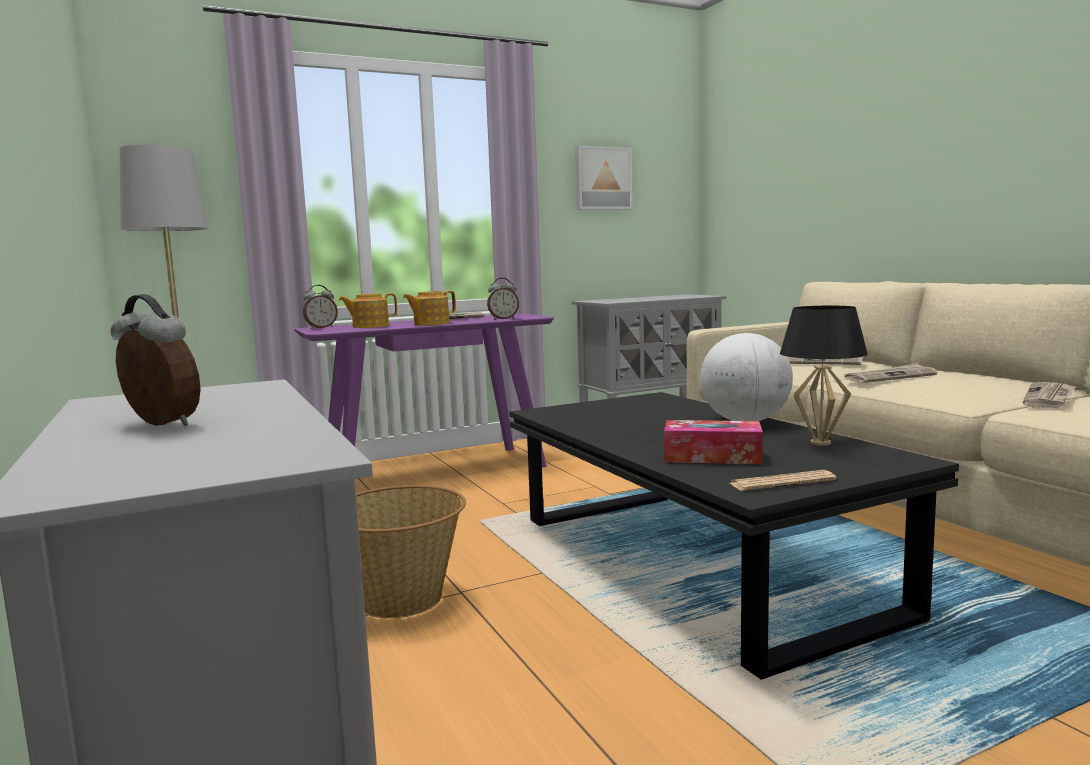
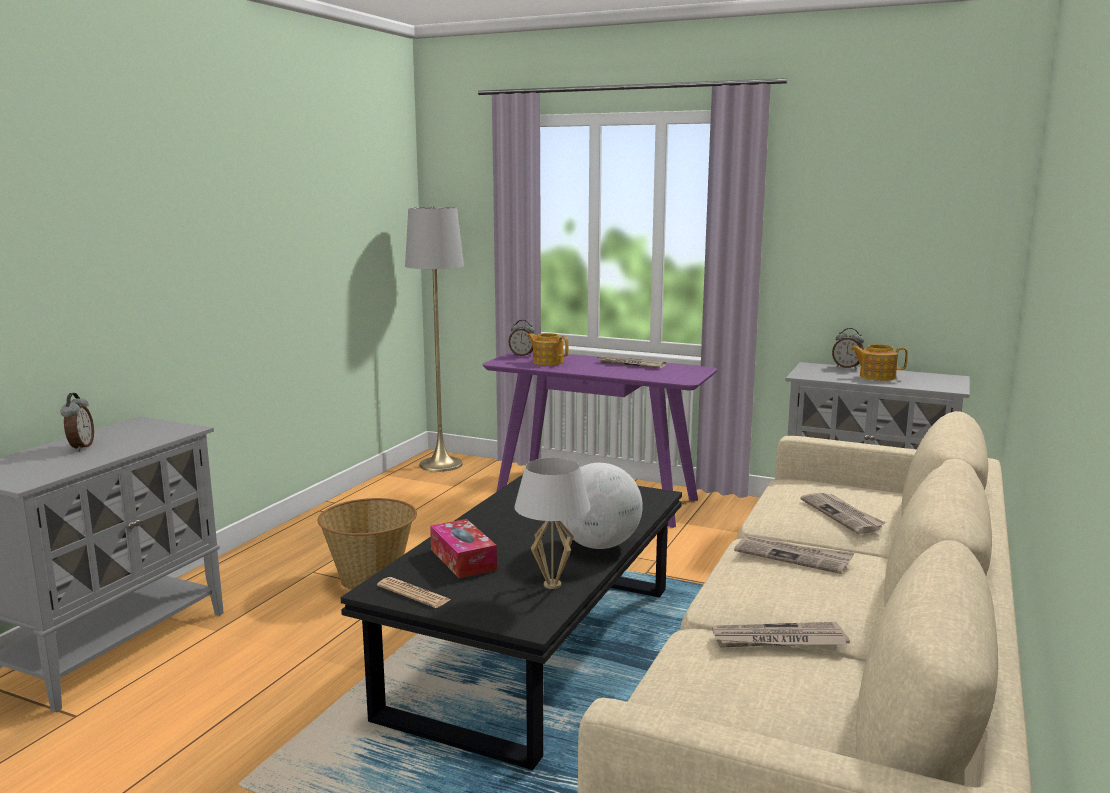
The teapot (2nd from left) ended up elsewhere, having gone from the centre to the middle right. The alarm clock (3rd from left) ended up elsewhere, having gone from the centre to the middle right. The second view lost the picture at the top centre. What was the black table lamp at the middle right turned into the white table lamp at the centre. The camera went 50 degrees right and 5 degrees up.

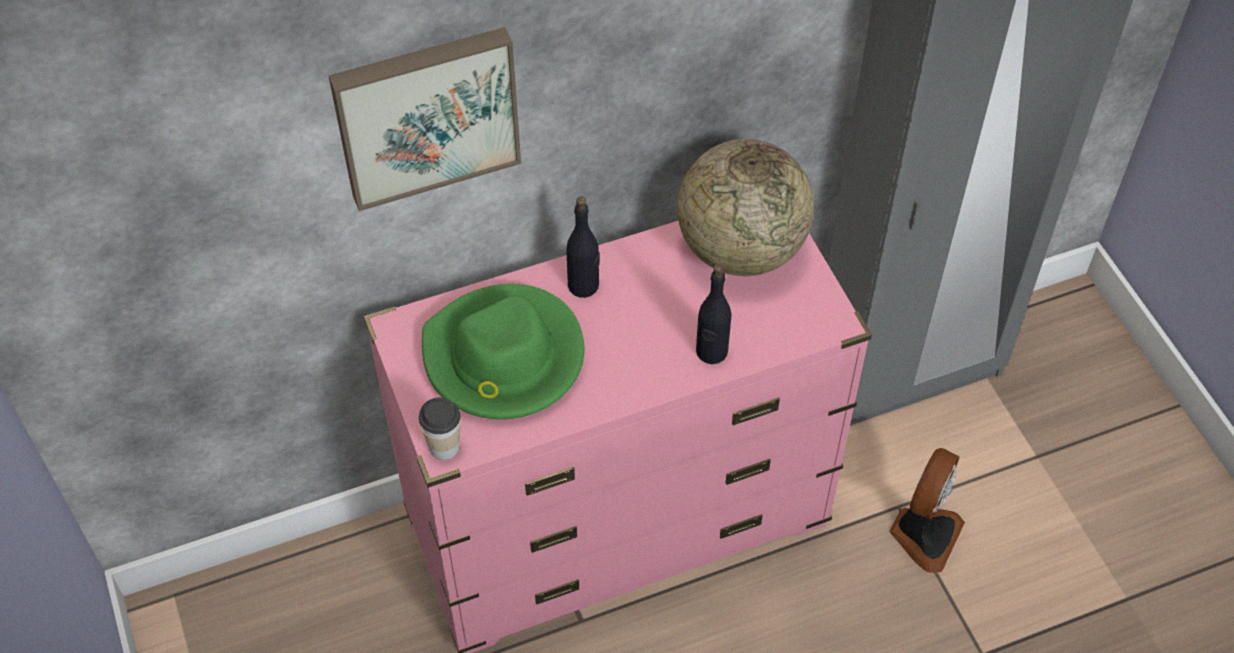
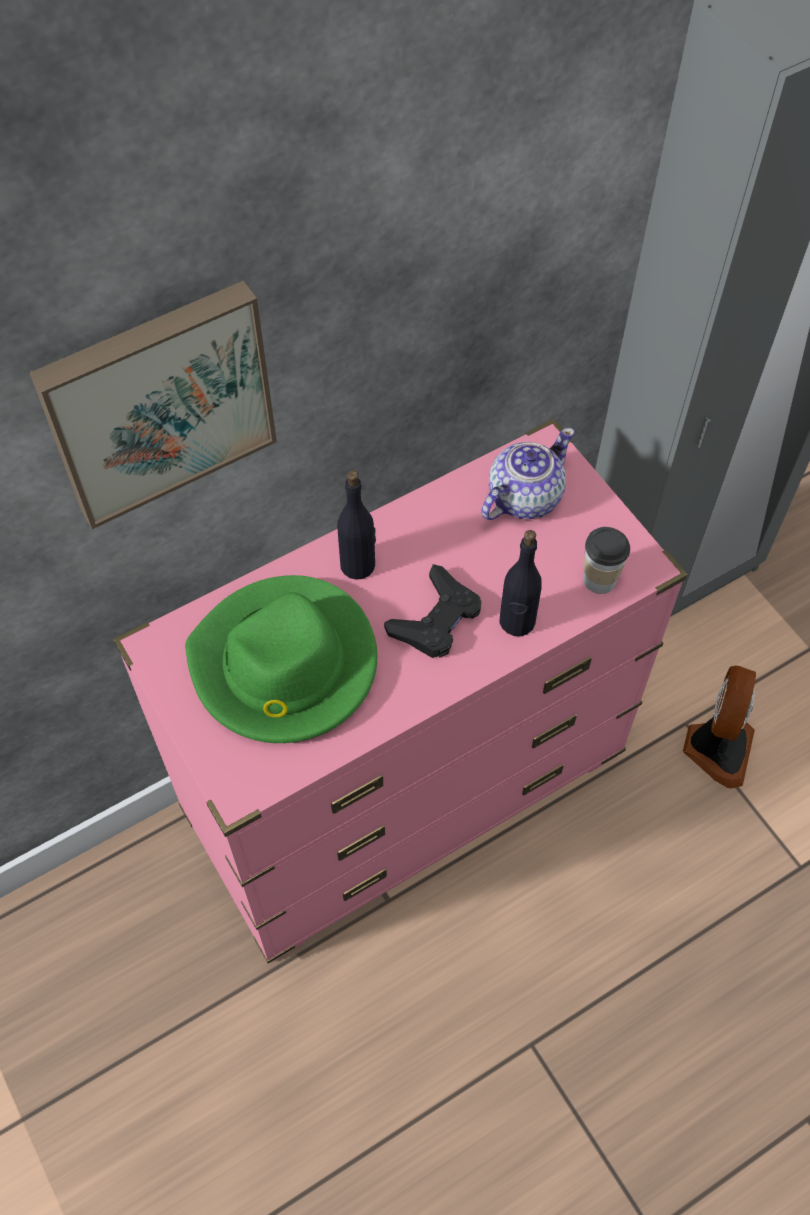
The cup ended up elsewhere, having gone from the centre to the middle right. Where the globe stood at the top centre, the teapot came to stand at the centre. The second view gained the black game controller at the centre. The camera went 10 degrees left and 5 degrees up.

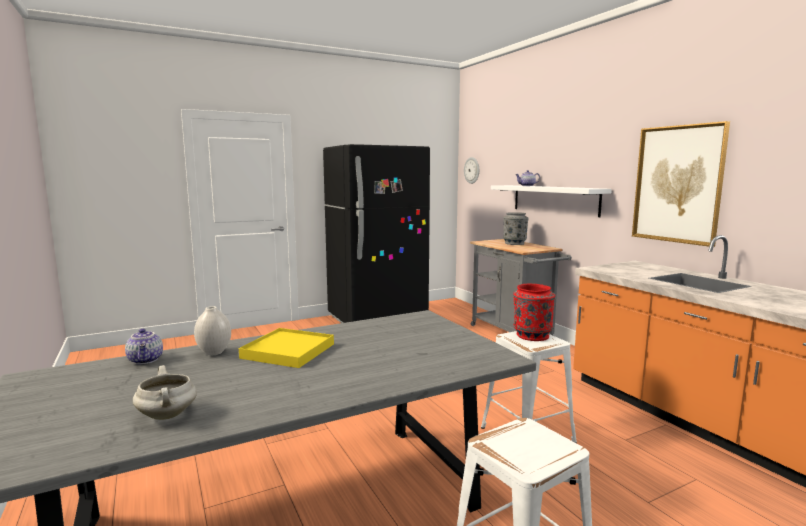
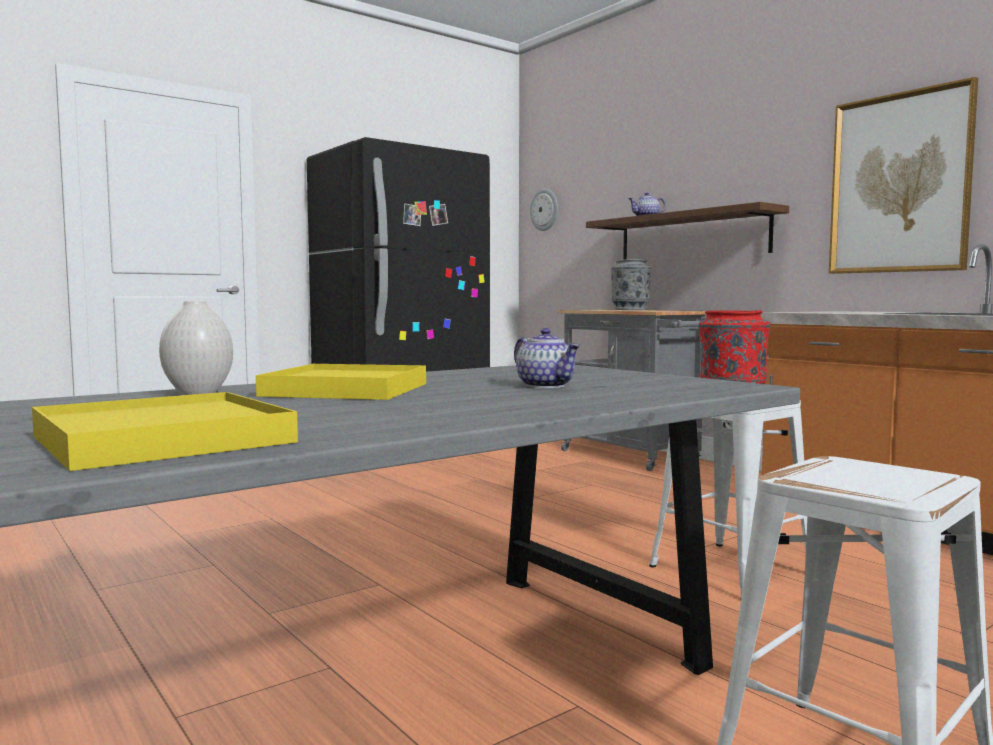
The teapot (1st from left) ended up elsewhere, having gone from the middle left to the centre. Where the white cooking pot stood at the bottom left, the yellow tray (1st from left) came to stand at the middle left. What was the white shelf at the middle right turned into the brown shelf at the top right. The camera went 10 degrees left and 5 degrees down.

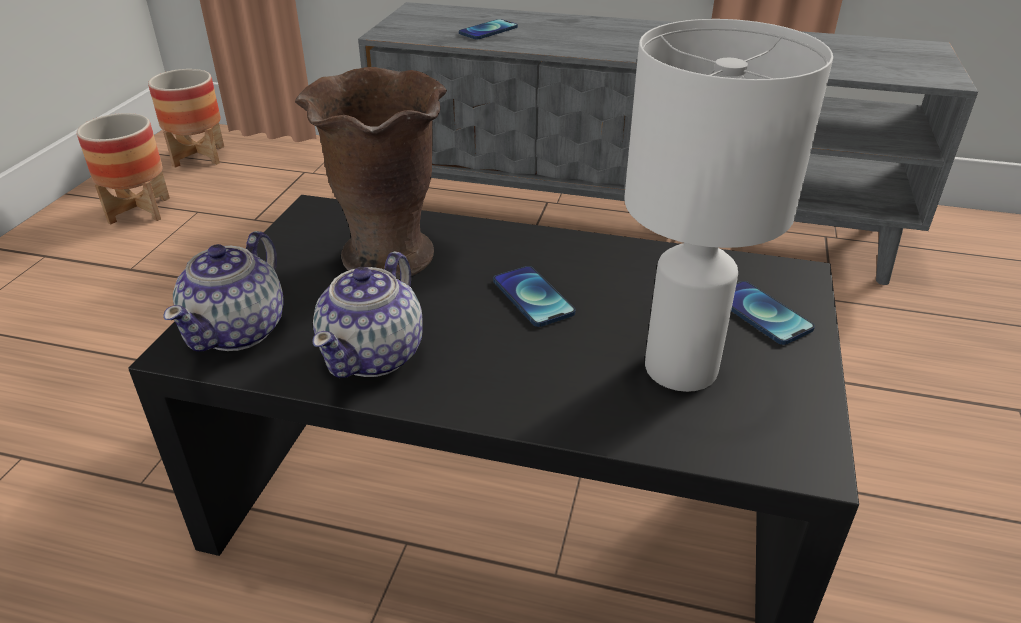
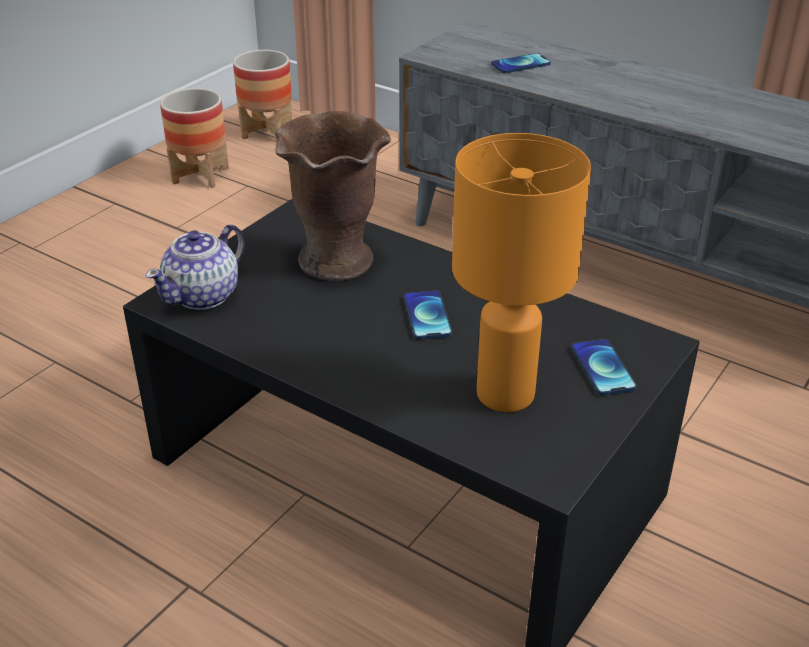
The second view lost the teapot (2nd from left) at the centre. What was the white table lamp at the top right turned into the orange table lamp at the centre. The camera went 20 degrees right and 0 degrees up.

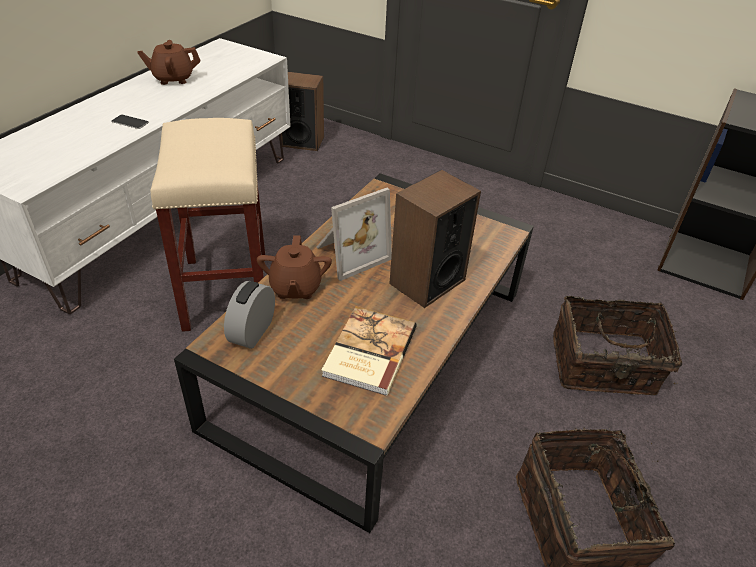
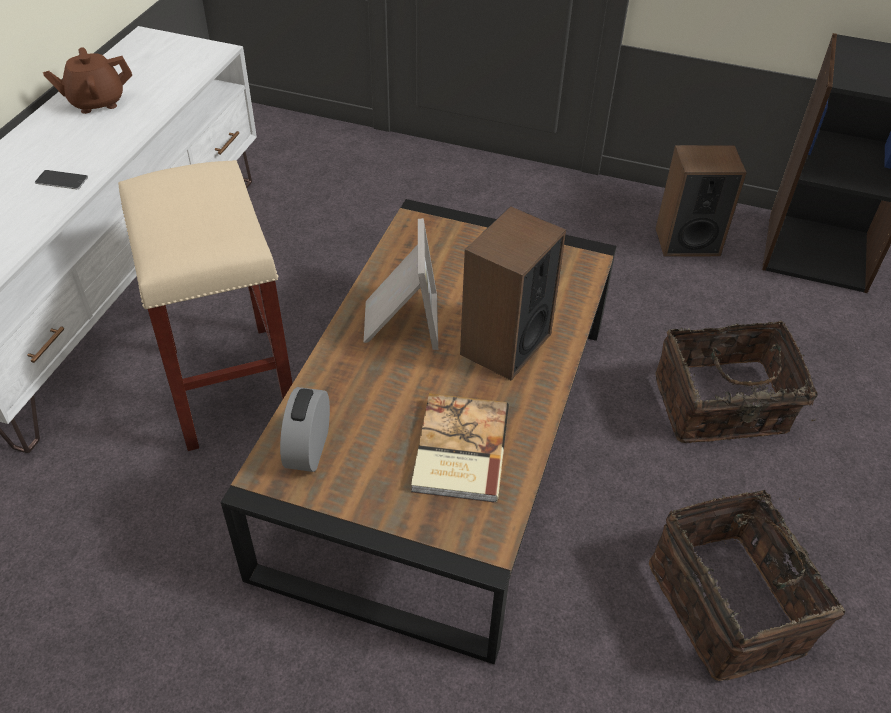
The second view lost the brown teapot (2nd from left) at the centre. The speaker (1st from left in the first image) ended up elsewhere, having gone from the top centre to the top right. The picture frame at the centre ended up facing another way, 45 degrees counterclockwise from before. The camera went 10 degrees left and 5 degrees up.

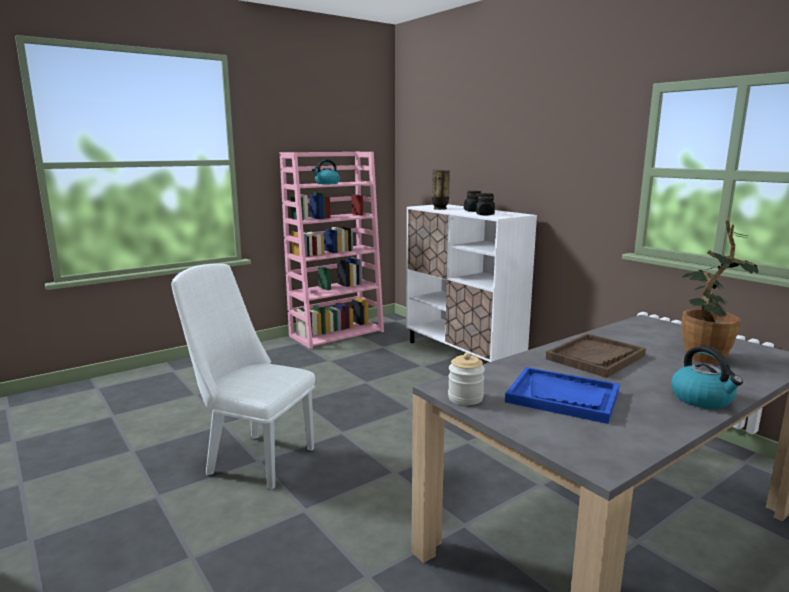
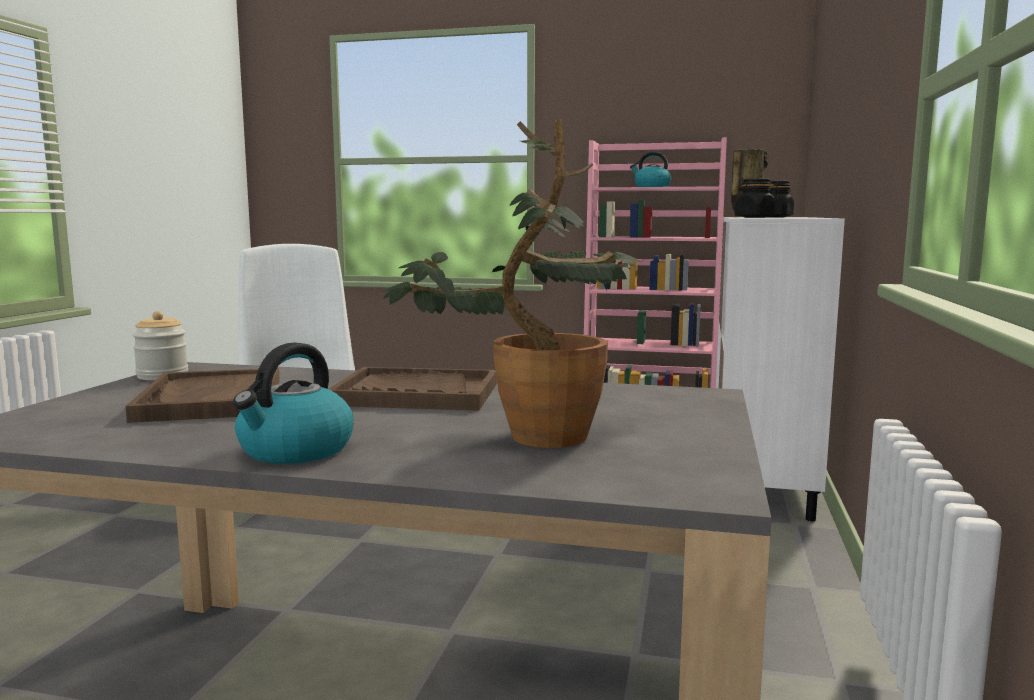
What was the blue tray at the bottom right turned into the brown tray (1st from left) at the middle left. The camera went 50 degrees right and 5 degrees down.

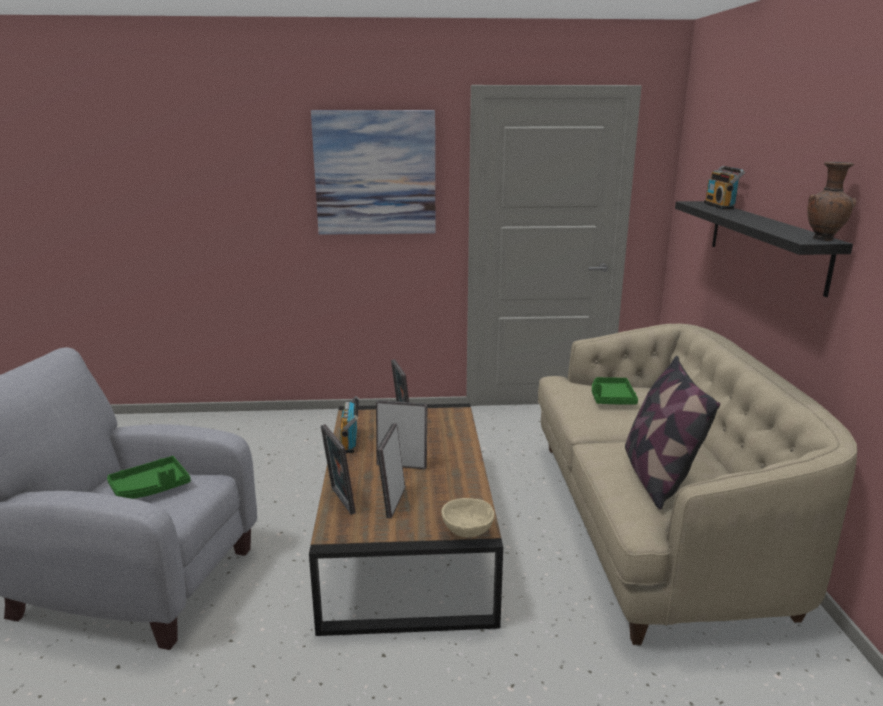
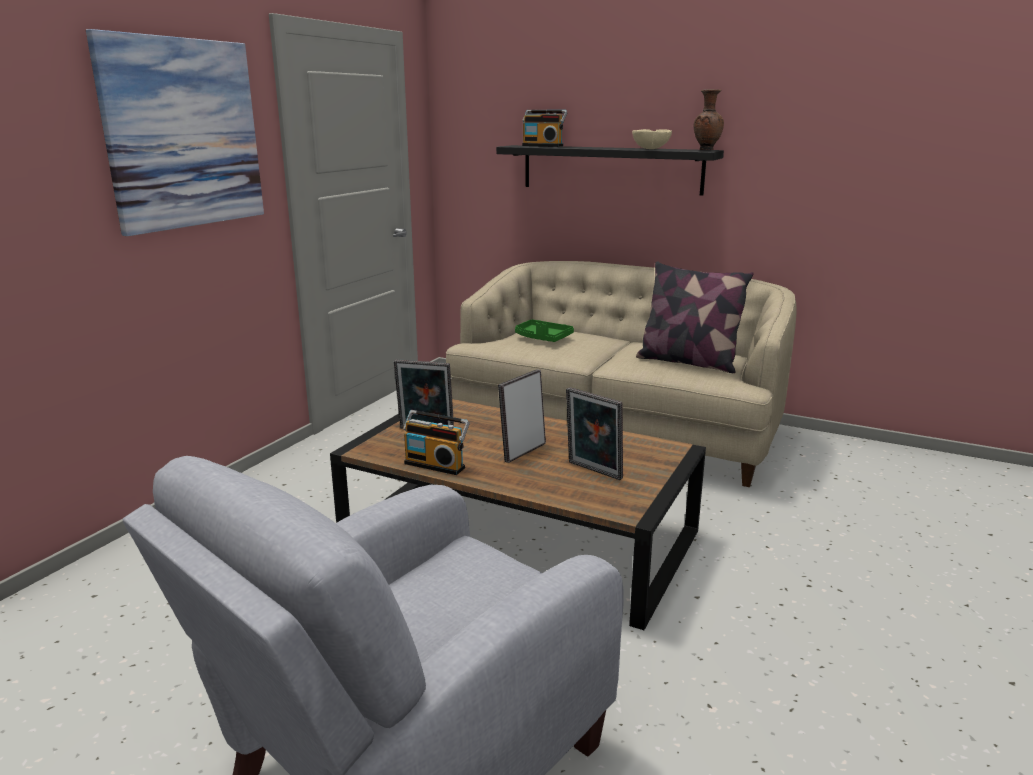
The second view lost the green tray (1st from left) at the bottom left. The second view lost the picture frame (1st from left) at the centre. The beige bowl ended up elsewhere, having gone from the bottom centre to the top centre. The camera went 60 degrees left and 0 degrees up.

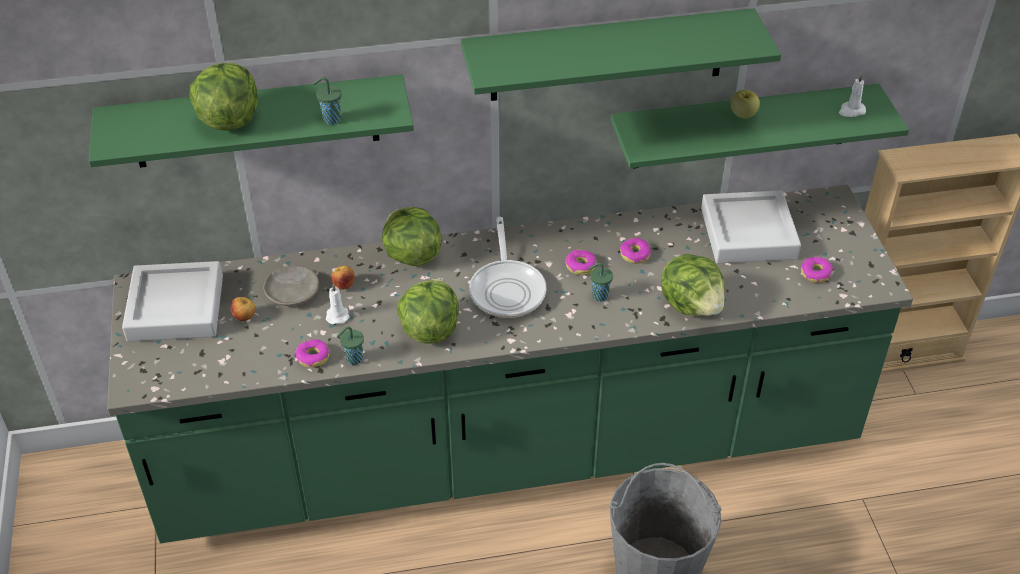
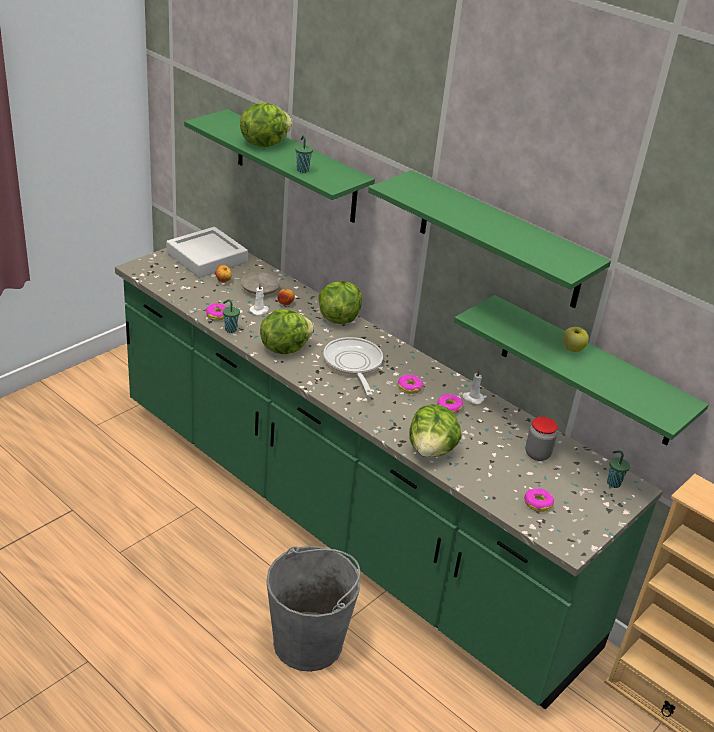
The frying pan at the centre ended up facing another way, 120 degrees clockwise from before. The green cup (3rd from left) ended up elsewhere, having gone from the centre to the middle right. Where the grey tray (2nd from left) stood at the middle right, the jar came to stand at the middle right. The white candle (2nd from left) ended up elsewhere, having gone from the top right to the centre. The camera went 50 degrees right and 10 degrees down.

